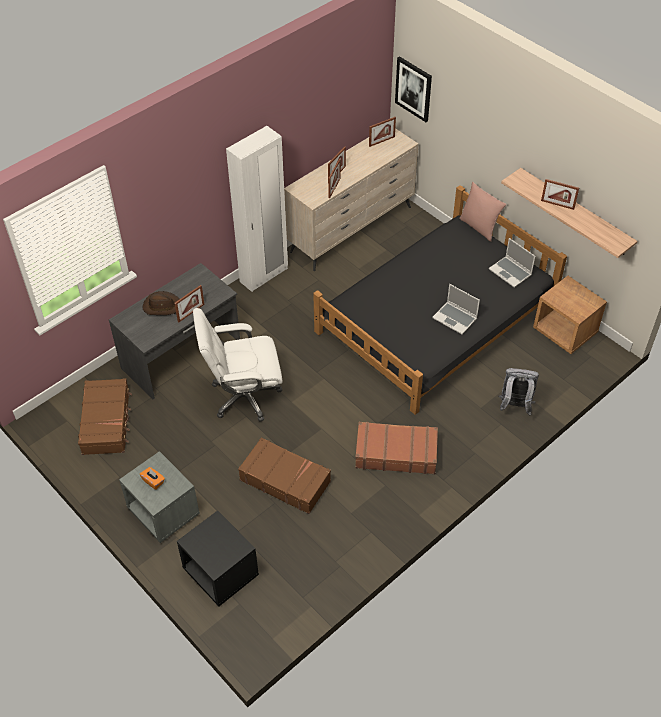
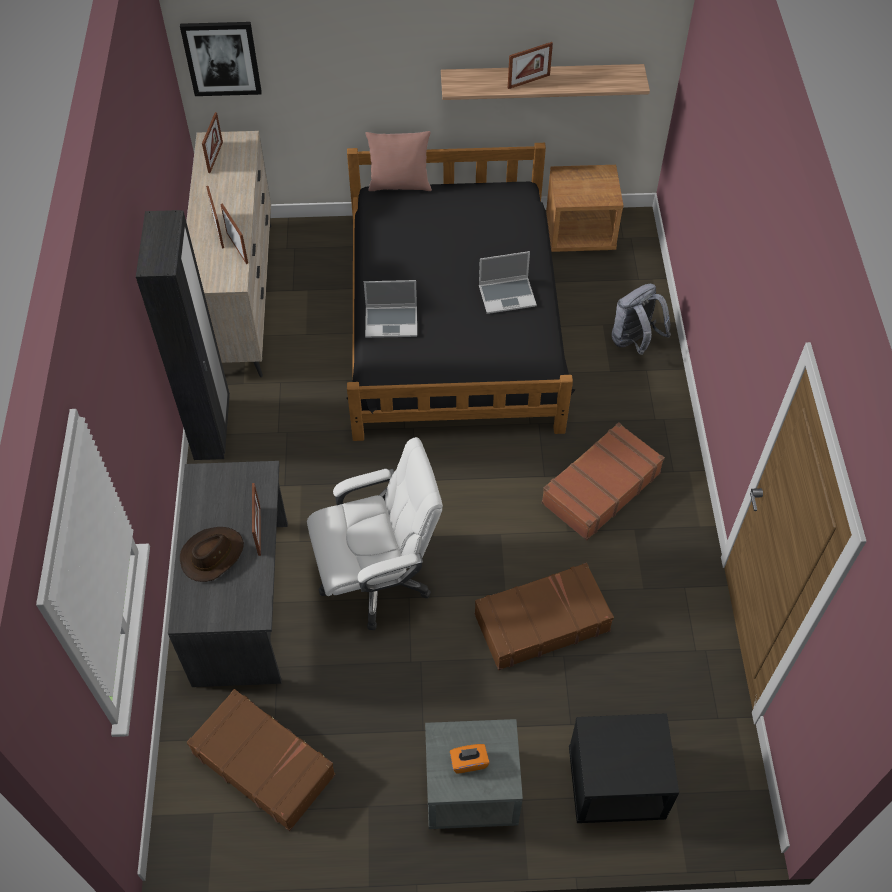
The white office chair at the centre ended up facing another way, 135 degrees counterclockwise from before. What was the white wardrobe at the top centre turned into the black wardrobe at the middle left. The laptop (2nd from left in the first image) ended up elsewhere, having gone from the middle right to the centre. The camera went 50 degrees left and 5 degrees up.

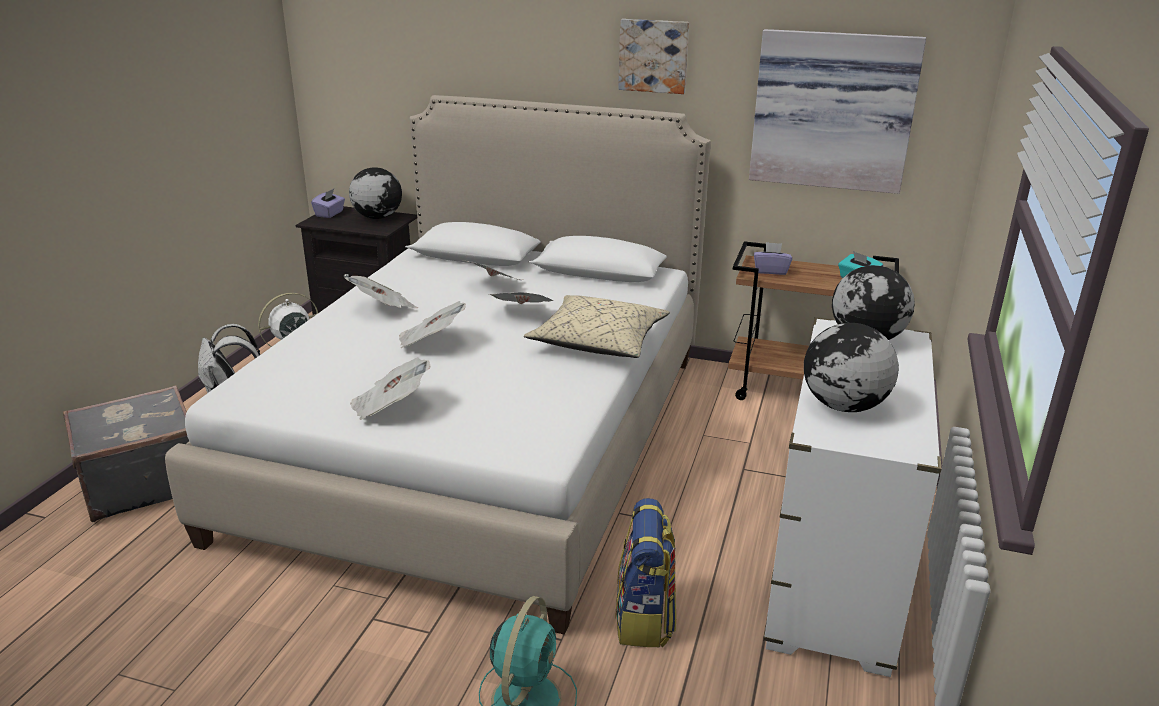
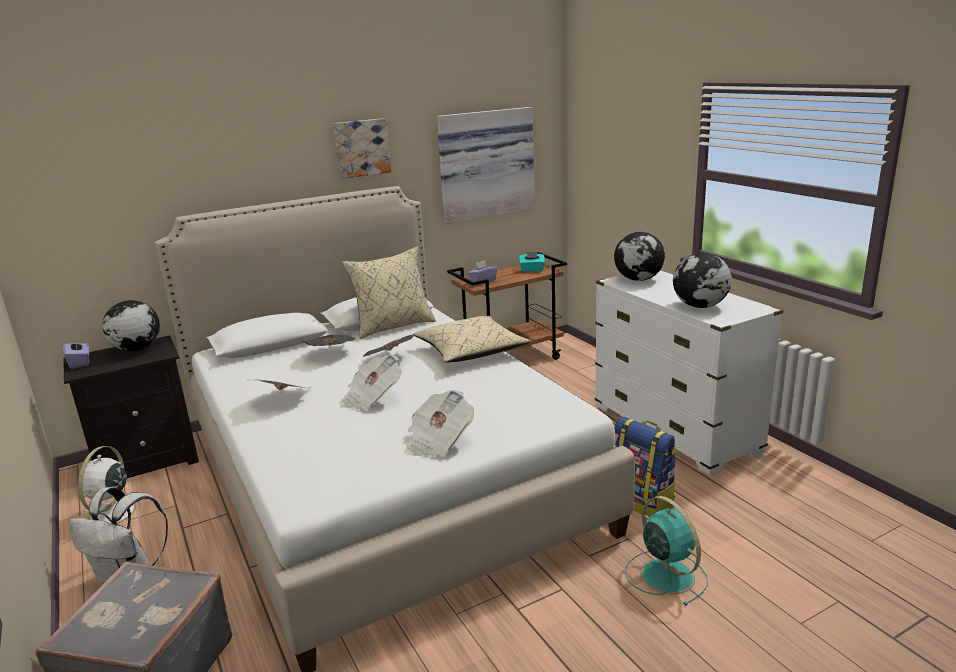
The second view gained the beige pillow (1st from left) at the centre. The camera went 45 degrees left and 5 degrees down.

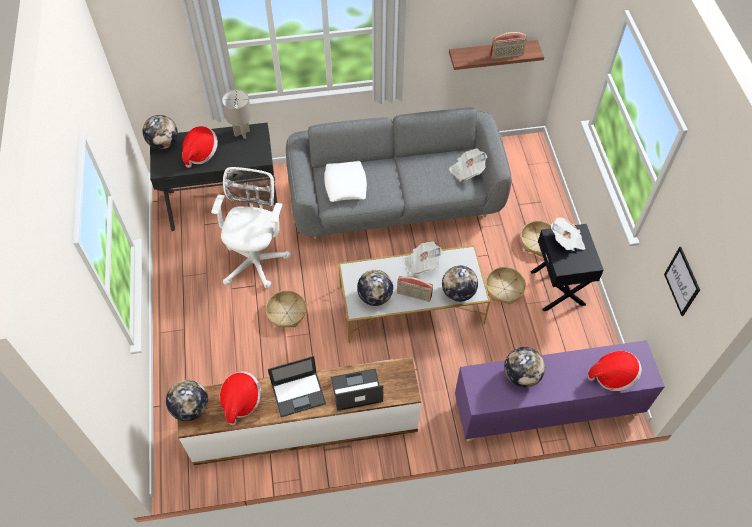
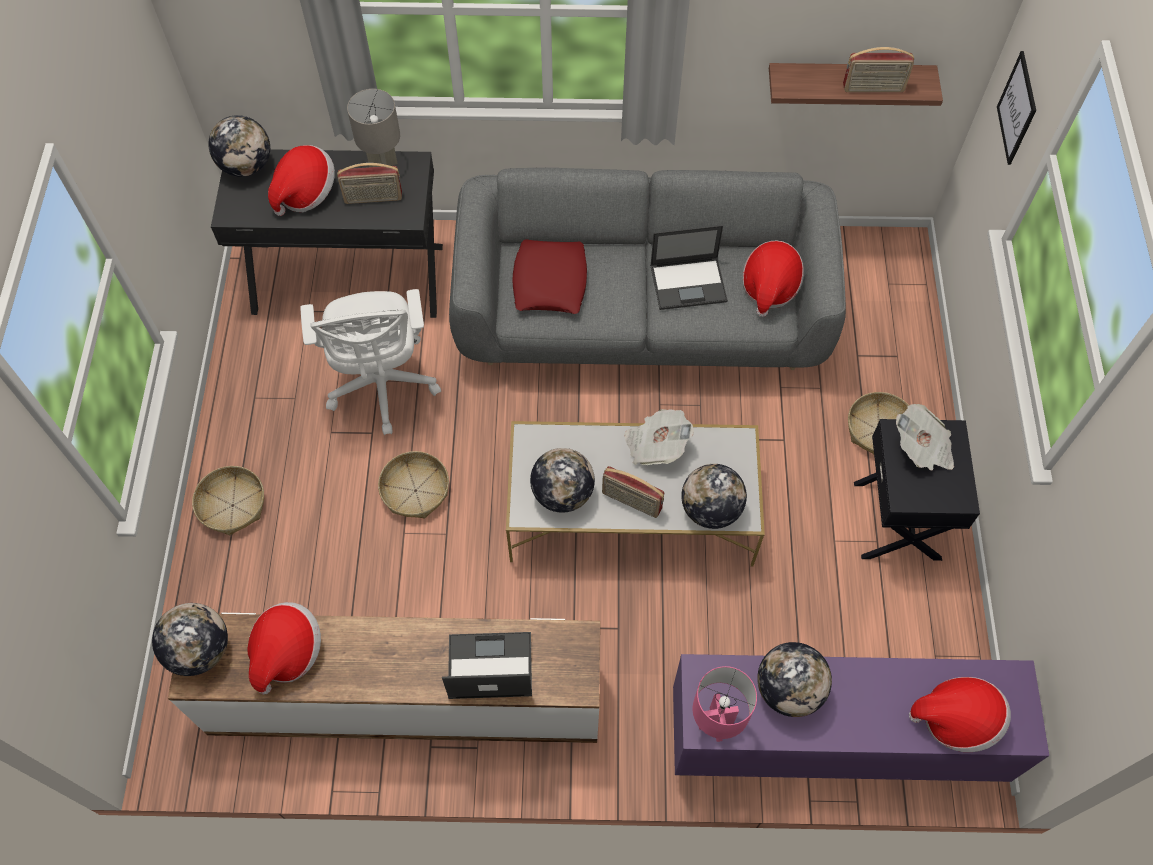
The white office chair at the centre ended up facing another way, 150 degrees clockwise from before. The laptop (1st from left in the first image) ended up elsewhere, having gone from the bottom centre to the top centre. What was the white pillow at the centre turned into the red pillow at the top centre. Where the newspaper (2nd from left) stood at the top centre, the hat (3rd from left) came to stand at the top right. The basket (2nd from left in the first image) ended up elsewhere, having gone from the middle right to the middle left. The picture ended up elsewhere, having gone from the middle right to the top right. The second view gained the radio (1st from left) at the top left. The second view gained the pink table lamp at the bottom centre. The camera went 10 degrees right and 5 degrees up.

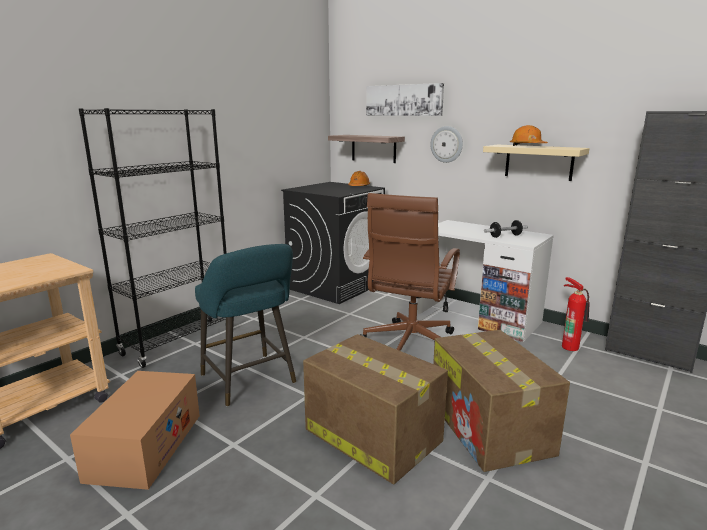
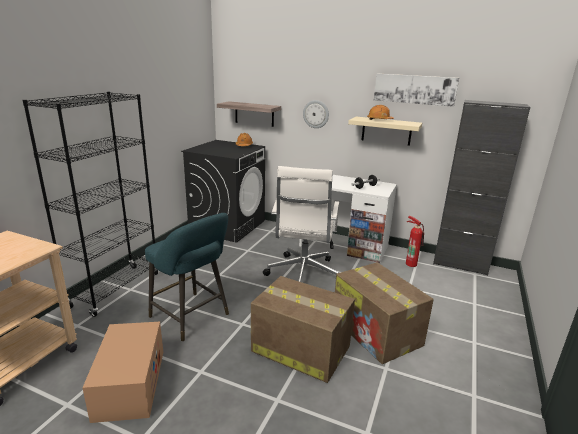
What was the brown office chair at the centre turned into the white office chair at the centre. The picture ended up elsewhere, having gone from the top centre to the top right. The camera went 15 degrees left and 5 degrees up.

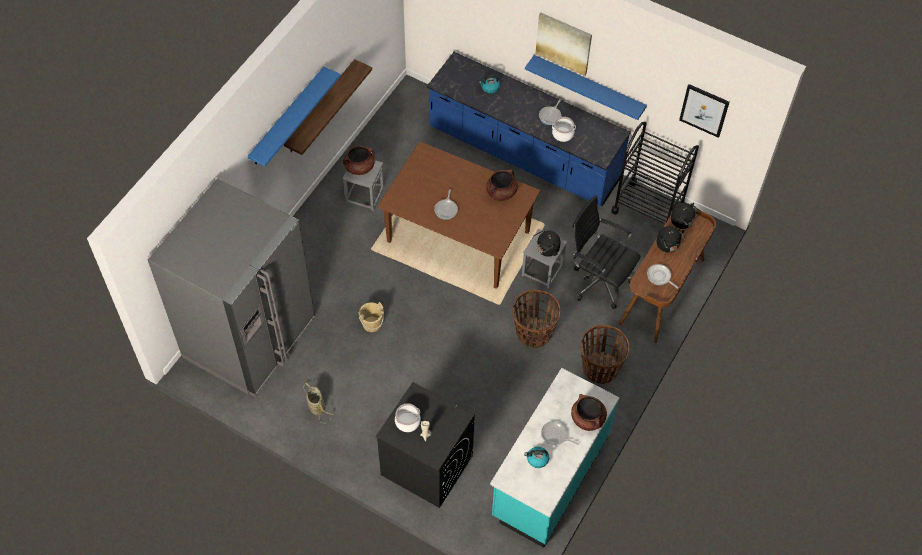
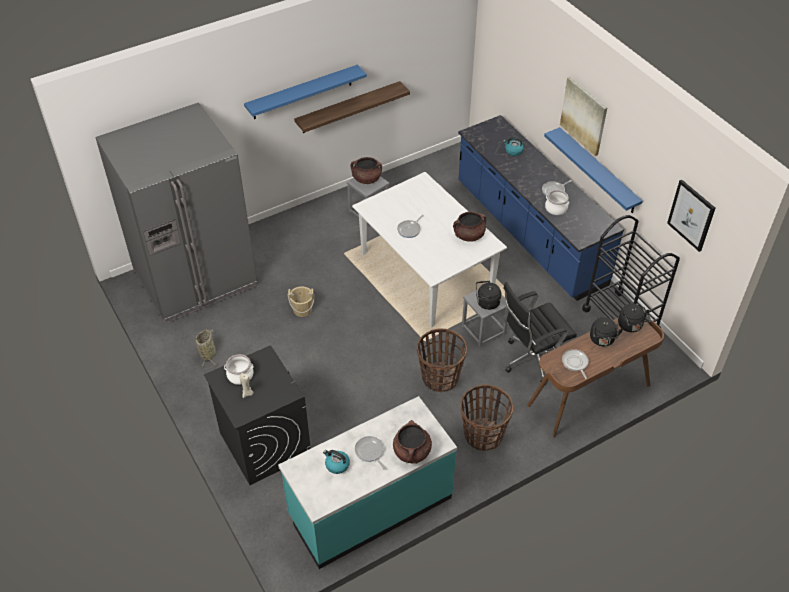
What was the brown dining table at the centre turned into the white dining table at the centre. The black office chair at the centre ended up facing another way, 90 degrees counterclockwise from before. The camera went 30 degrees right and 10 degrees down.

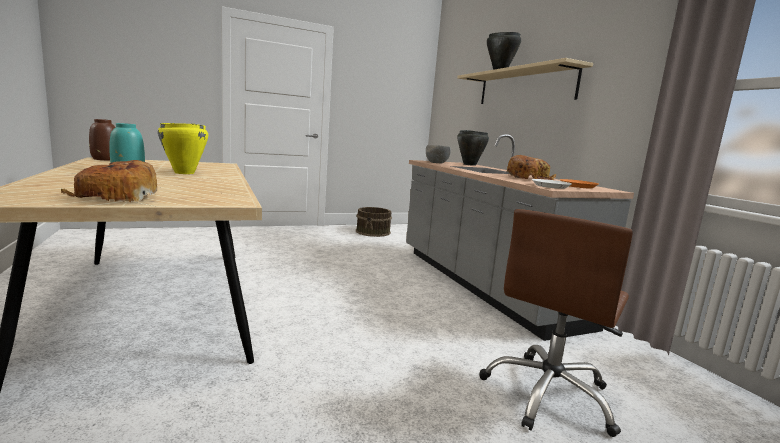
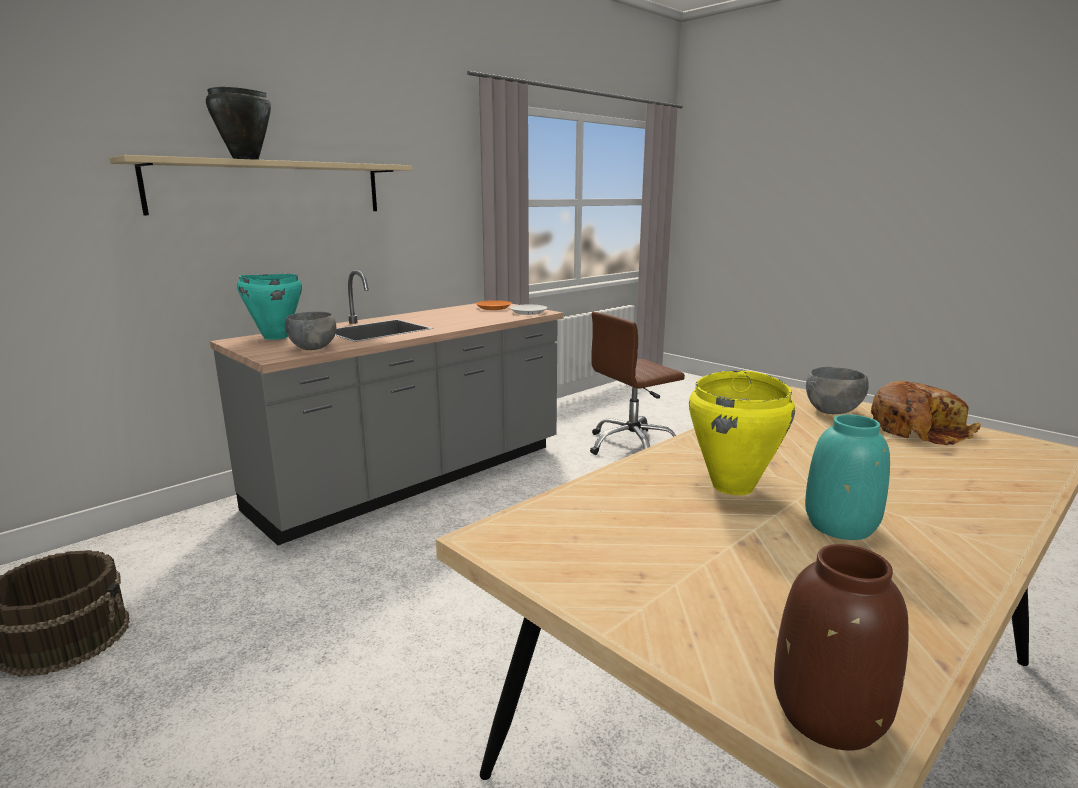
What was the black cooking pot (1st from left) at the centre turned into the turquoise cooking pot at the middle left. The brown office chair at the bottom right ended up facing another way, 135 degrees clockwise from before. The second view lost the bread (2nd from left) at the middle right. The second view gained the grey bowl (2nd from left) at the middle right. The camera went 110 degrees left and 5 degrees up.

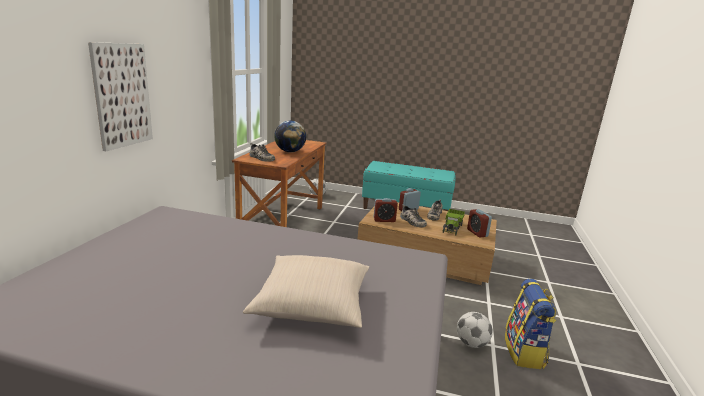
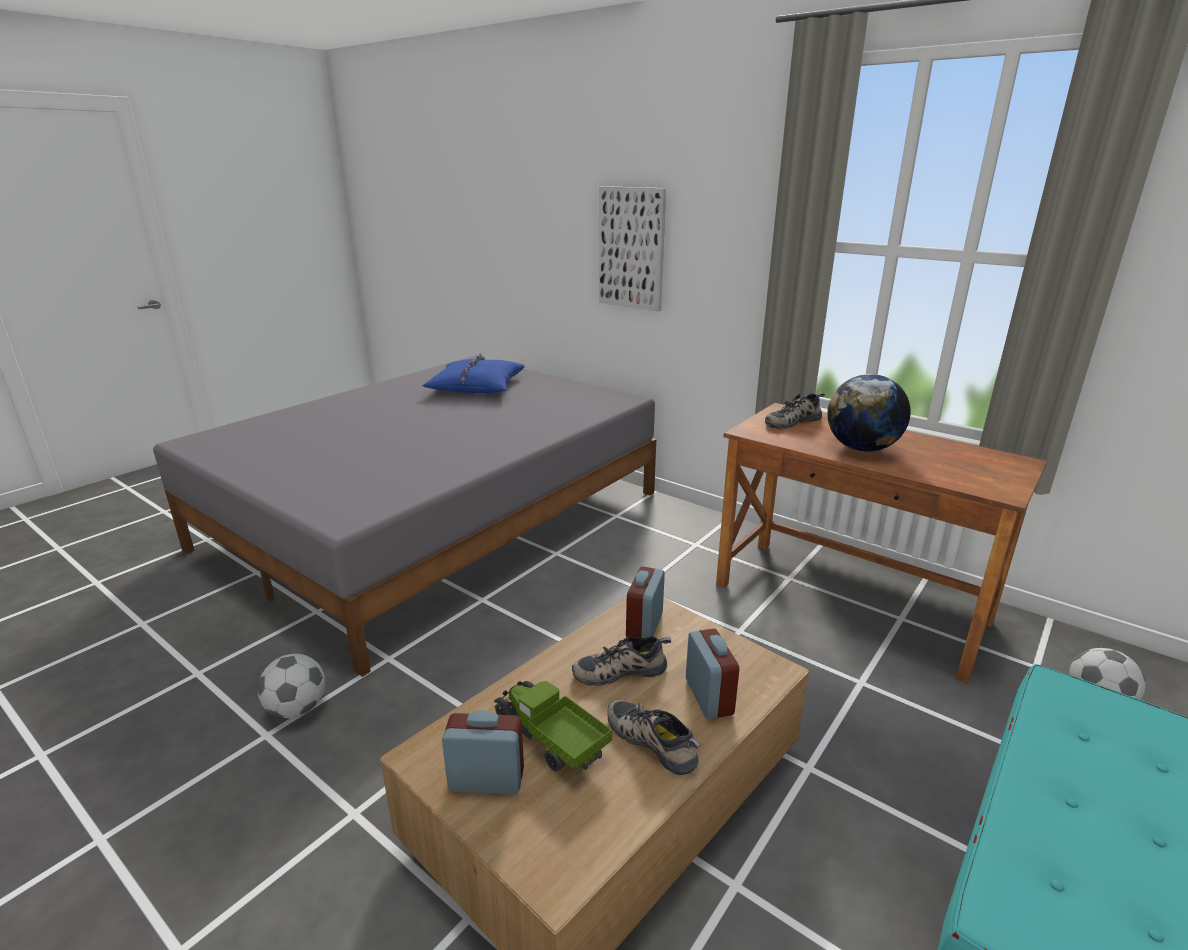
The second view lost the beige pillow at the bottom centre. The second view lost the backpack at the bottom right. The second view gained the blue pillow at the centre. The camera went 115 degrees right and 5 degrees up.

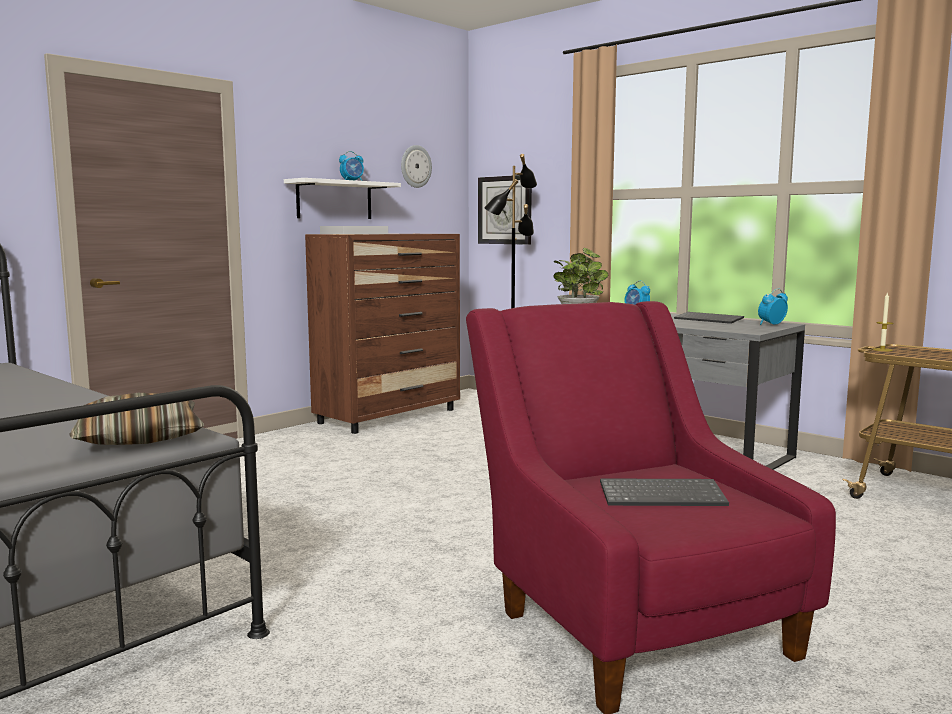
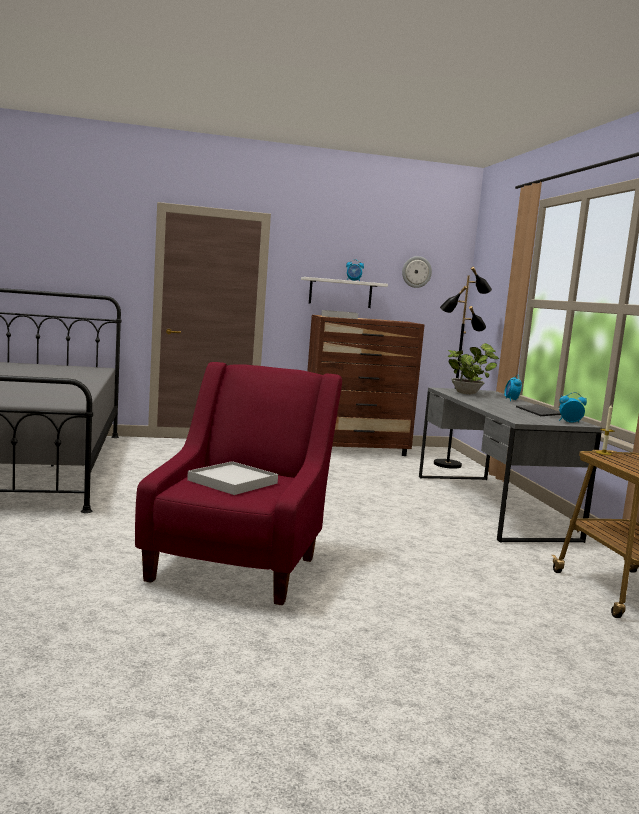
The second view lost the pillow at the middle left. The second view lost the wall clock (2nd from left) at the top centre. Where the keyboard (1st from left) stood at the bottom right, the white tray (1st from left) came to stand at the centre. The camera went 35 degrees right and 0 degrees up.

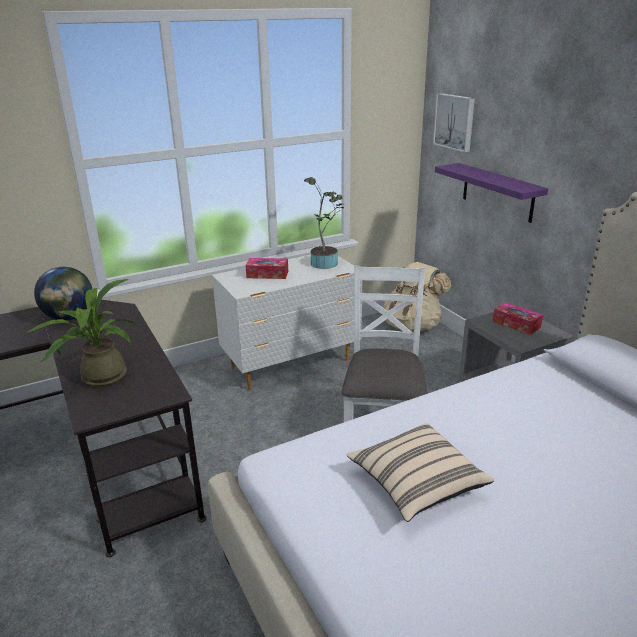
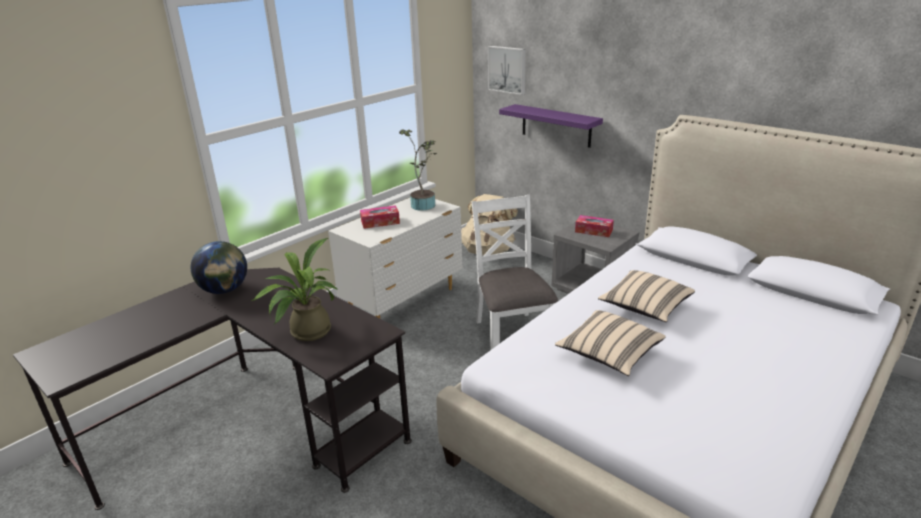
The second view gained the beige pillow (2nd from left) at the middle right. The camera went 20 degrees left and 0 degrees up.

